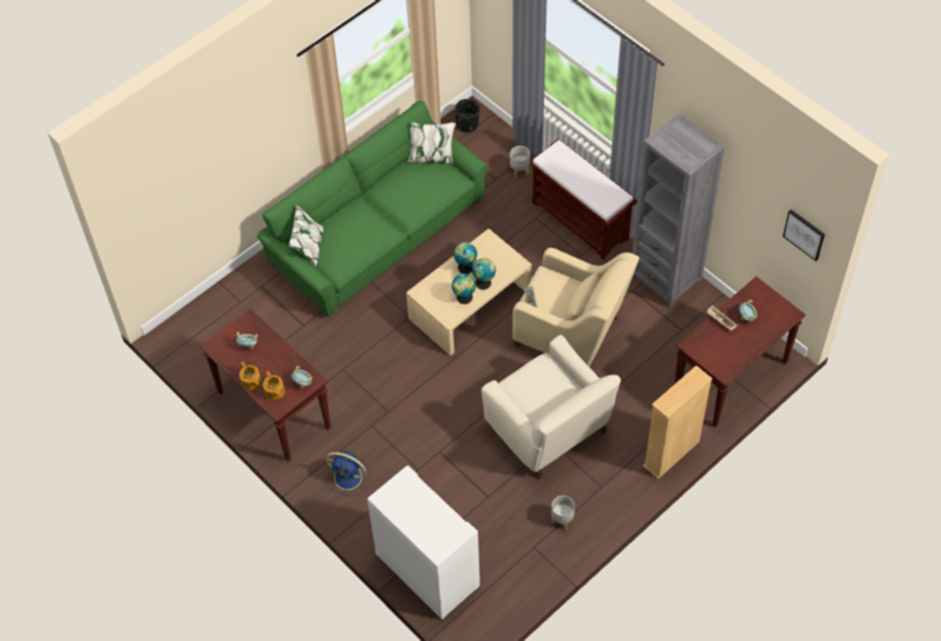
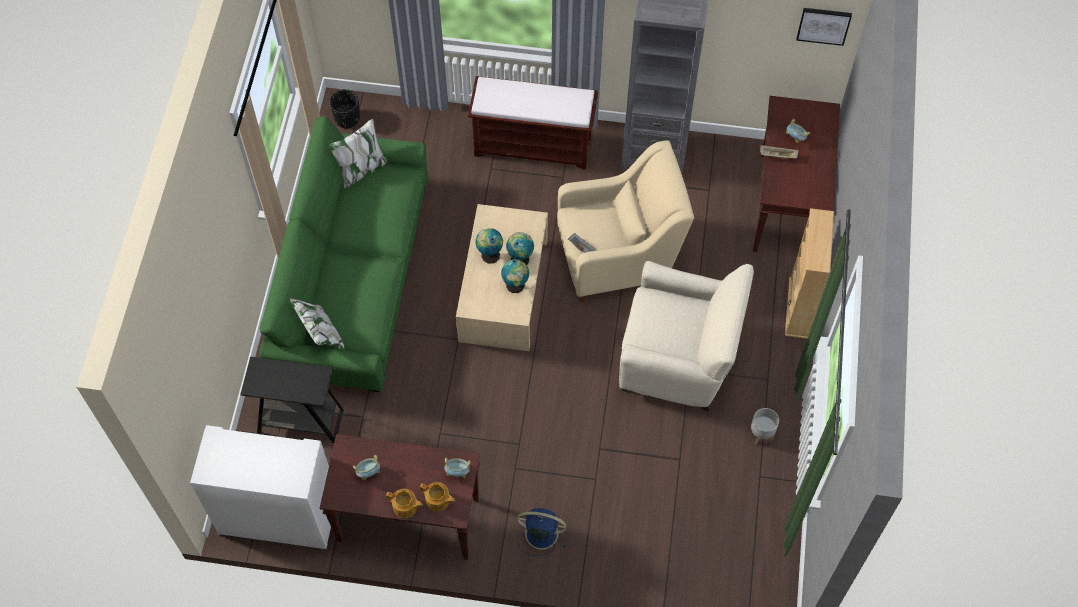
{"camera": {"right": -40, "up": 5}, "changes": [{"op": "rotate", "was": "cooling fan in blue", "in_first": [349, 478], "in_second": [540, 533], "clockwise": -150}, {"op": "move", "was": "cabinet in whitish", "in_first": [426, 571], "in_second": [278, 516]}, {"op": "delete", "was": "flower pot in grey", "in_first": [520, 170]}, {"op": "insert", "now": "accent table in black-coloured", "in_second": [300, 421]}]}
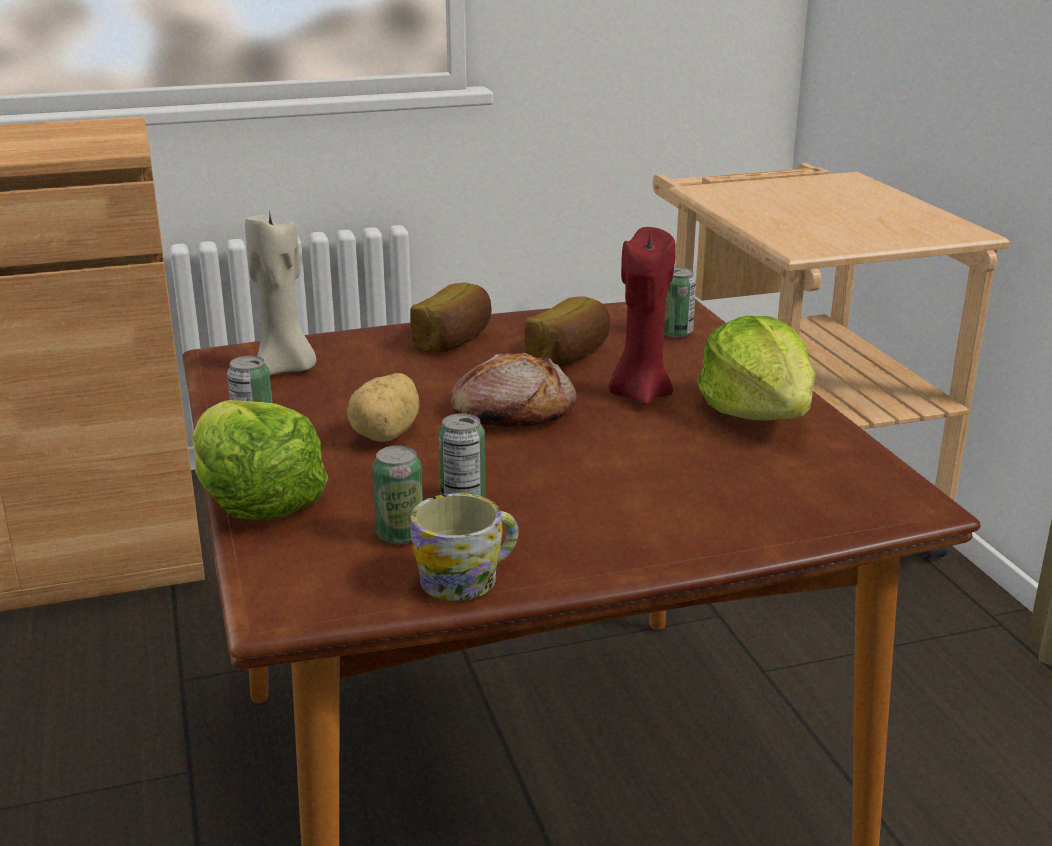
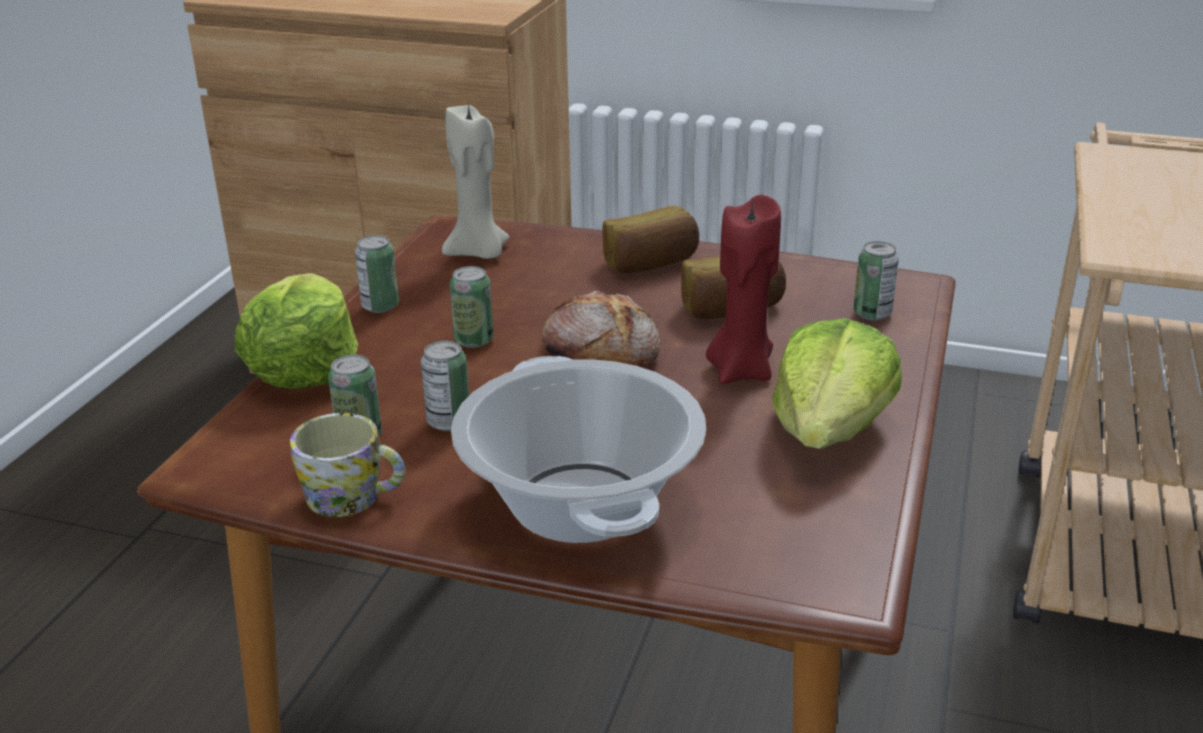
{"camera": {"right": 35, "up": 5}, "changes": [{"op": "replace", "was": "potato", "now": "sealed can", "in_first": [388, 434], "in_second": [474, 340]}, {"op": "insert", "now": "stockpot", "in_second": [579, 504]}]}
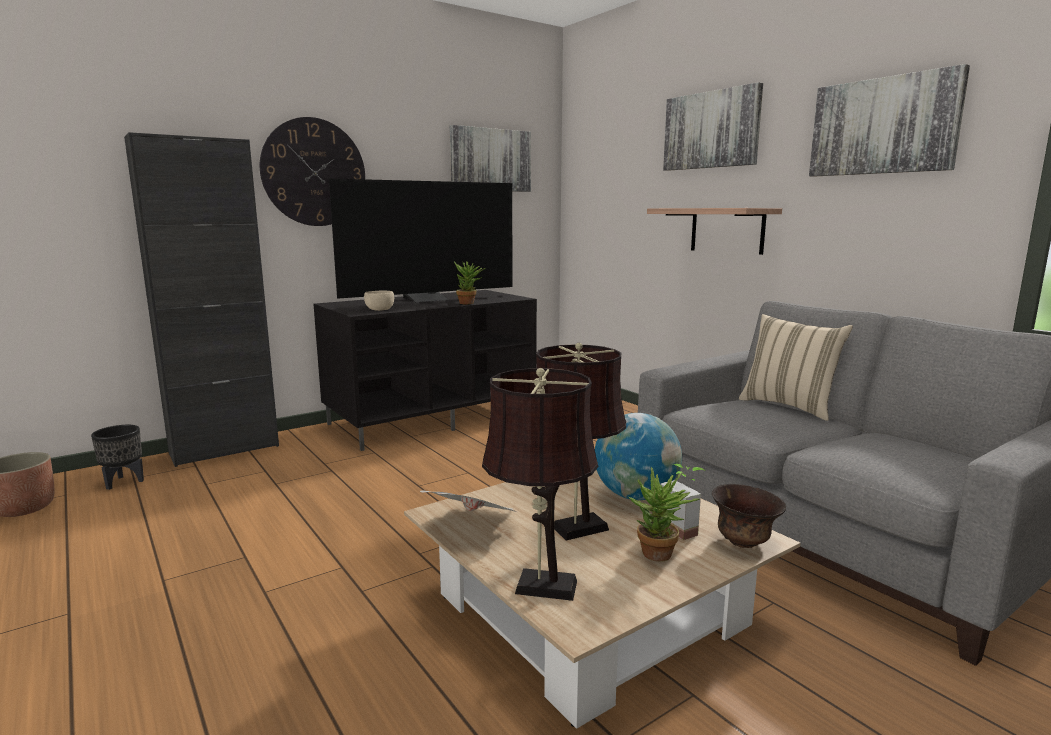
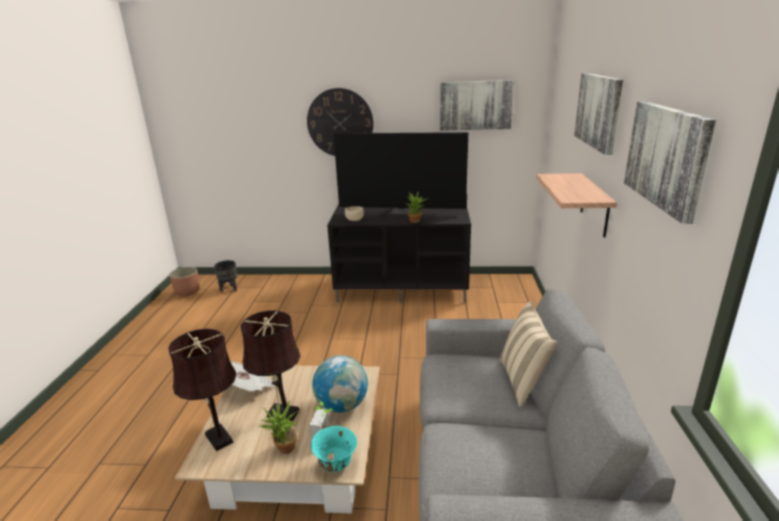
{"camera": {"right": 40, "up": 10}, "changes": [{"op": "delete", "was": "cabinet in black-coloured", "in_first": [224, 449]}, {"op": "recolor", "was": "serving bowl in brownish", "now": "serving bowl in blue-green", "in_first": [744, 542], "in_second": [336, 465]}]}
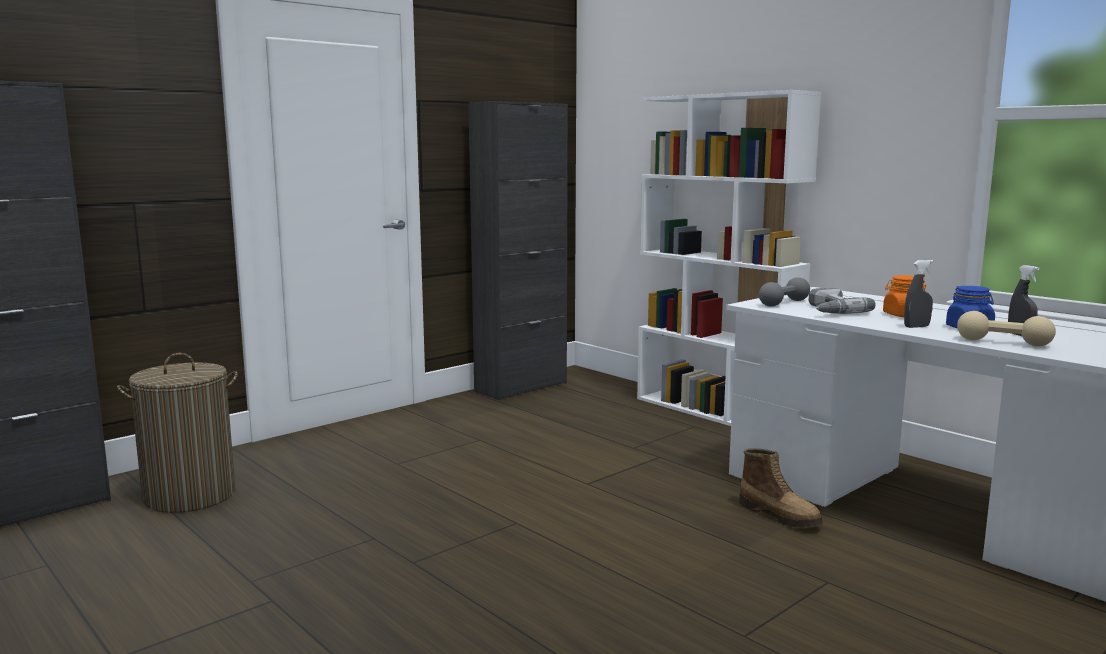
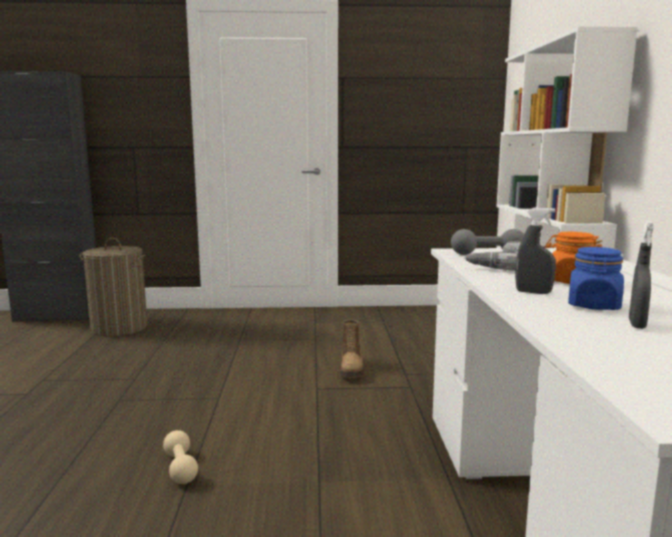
{"camera": {"right": 40, "up": 0}, "changes": [{"op": "delete", "was": "cabinet in black-coloured", "in_first": [521, 387]}, {"op": "move", "was": "tall boot", "in_first": [780, 516], "in_second": [352, 369]}, {"op": "move", "was": "free weight in sand-coloured", "in_first": [1003, 342], "in_second": [180, 468]}]}
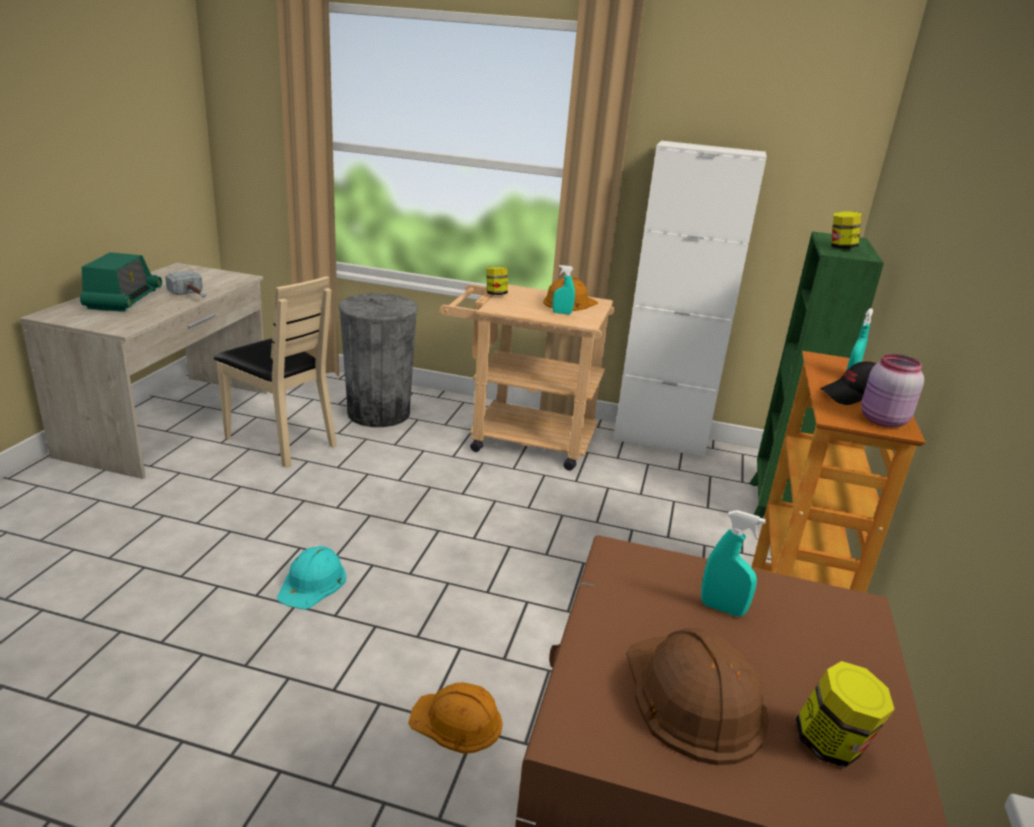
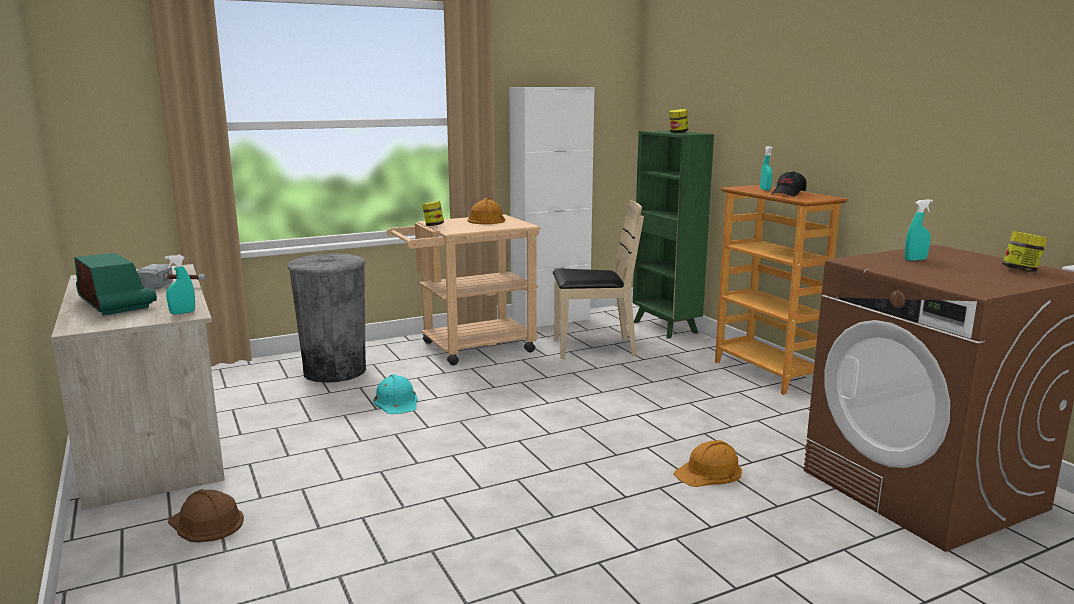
{"camera": {"right": -40, "up": -10}, "changes": [{"op": "move", "was": "upright chair in sand-coloured", "in_first": [281, 440], "in_second": [593, 348]}, {"op": "move", "was": "work helmet in blue-green", "in_first": [312, 583], "in_second": [397, 402]}, {"op": "move", "was": "sprayer in blue-green", "in_first": [562, 313], "in_second": [182, 313]}, {"op": "move", "was": "work helmet in brownish", "in_first": [692, 697], "in_second": [206, 523]}, {"op": "delete", "was": "storage jar in pink-coloured", "in_first": [882, 421]}]}
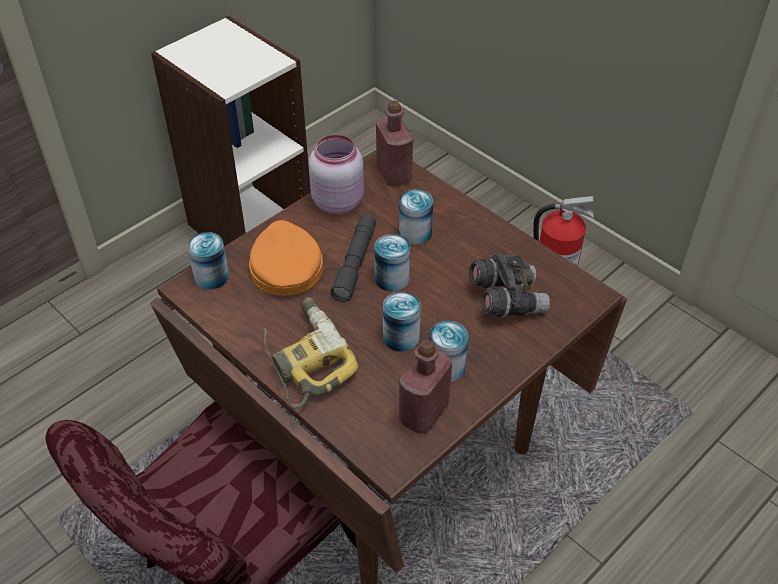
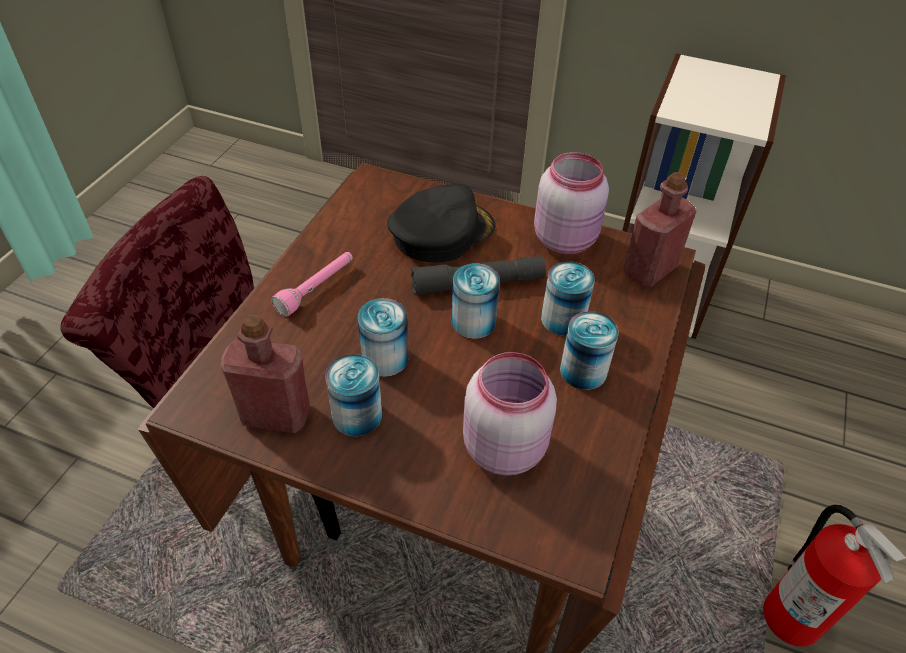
{"camera": {"right": 65, "up": 0}, "changes": [{"op": "move", "was": "sealed can", "in_first": [211, 277], "in_second": [583, 371]}, {"op": "recolor", "was": "baseball cap in orangey", "now": "baseball cap in black-coloured", "in_first": [285, 265], "in_second": [441, 231]}, {"op": "replace", "was": "electric drill", "now": "flashlight in pink-coloured", "in_first": [305, 358], "in_second": [317, 289]}, {"op": "replace", "was": "binoculars in grey", "now": "storage jar in pink-coloured", "in_first": [506, 300], "in_second": [504, 446]}]}
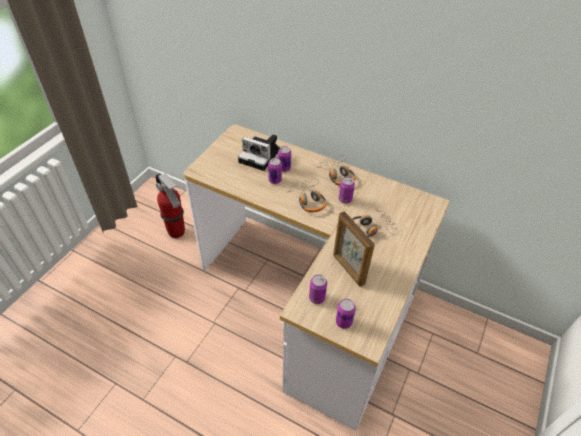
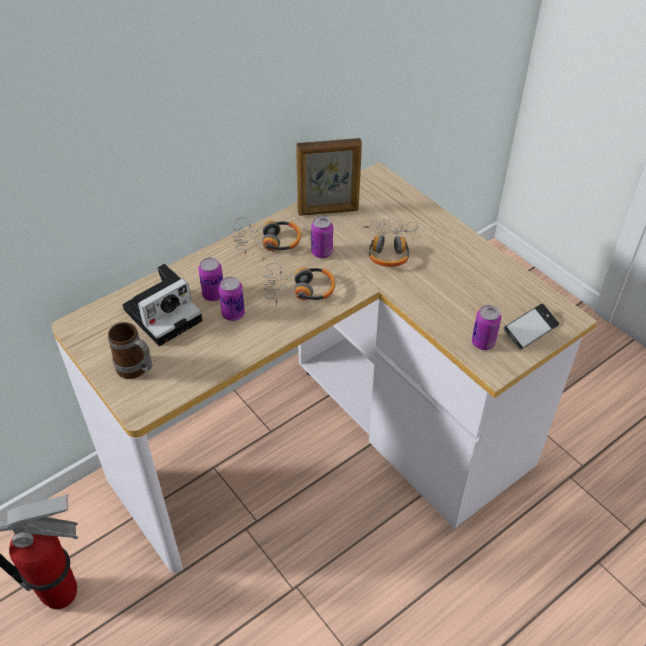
{"camera": {"right": -65, "up": 0}, "changes": [{"op": "move", "was": "standing frame", "in_first": [348, 269], "in_second": [328, 211]}, {"op": "replace", "was": "sealed can", "now": "telephone", "in_first": [343, 322], "in_second": [530, 330]}, {"op": "insert", "now": "mug", "in_second": [137, 371]}]}
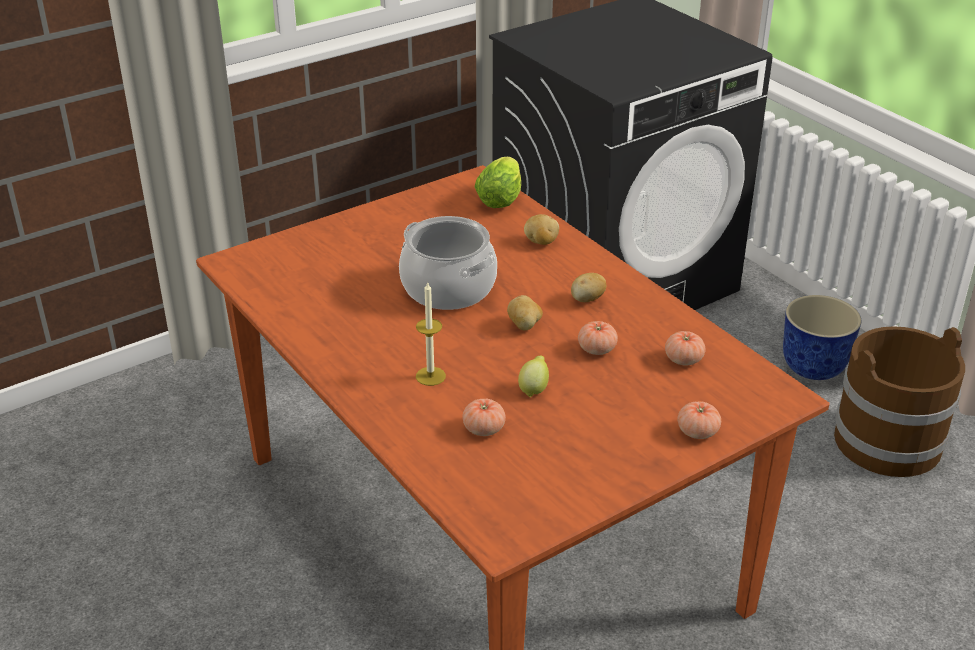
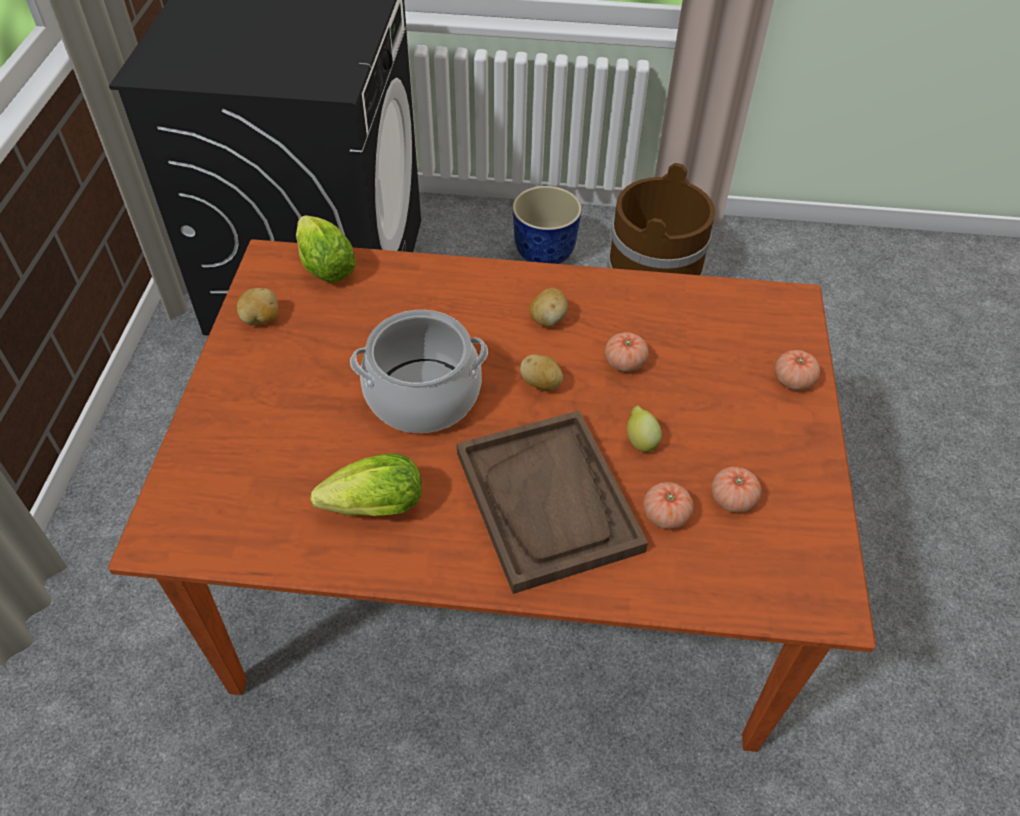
{"camera": {"right": -50, "up": 15}, "changes": [{"op": "replace", "was": "wax candle", "now": "tray in brownish", "in_first": [430, 376], "in_second": [548, 501]}, {"op": "move", "was": "potato", "in_first": [541, 242], "in_second": [261, 319]}, {"op": "move", "was": "whole tomato", "in_first": [683, 359], "in_second": [732, 499]}, {"op": "insert", "now": "lettuce", "in_second": [369, 508]}]}
